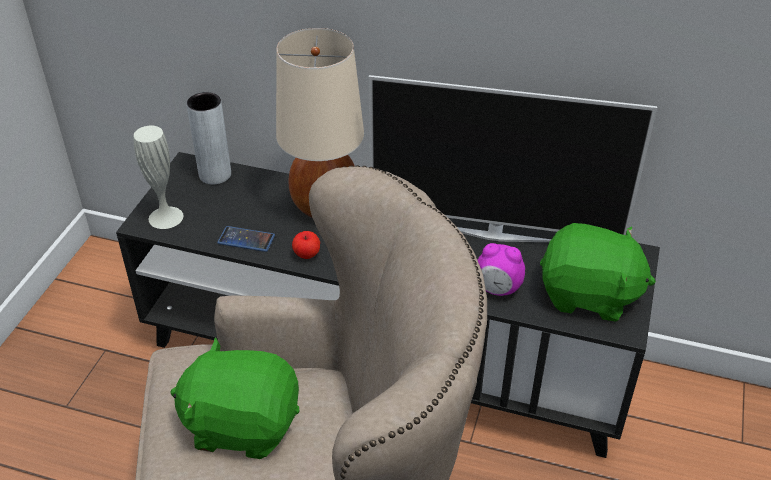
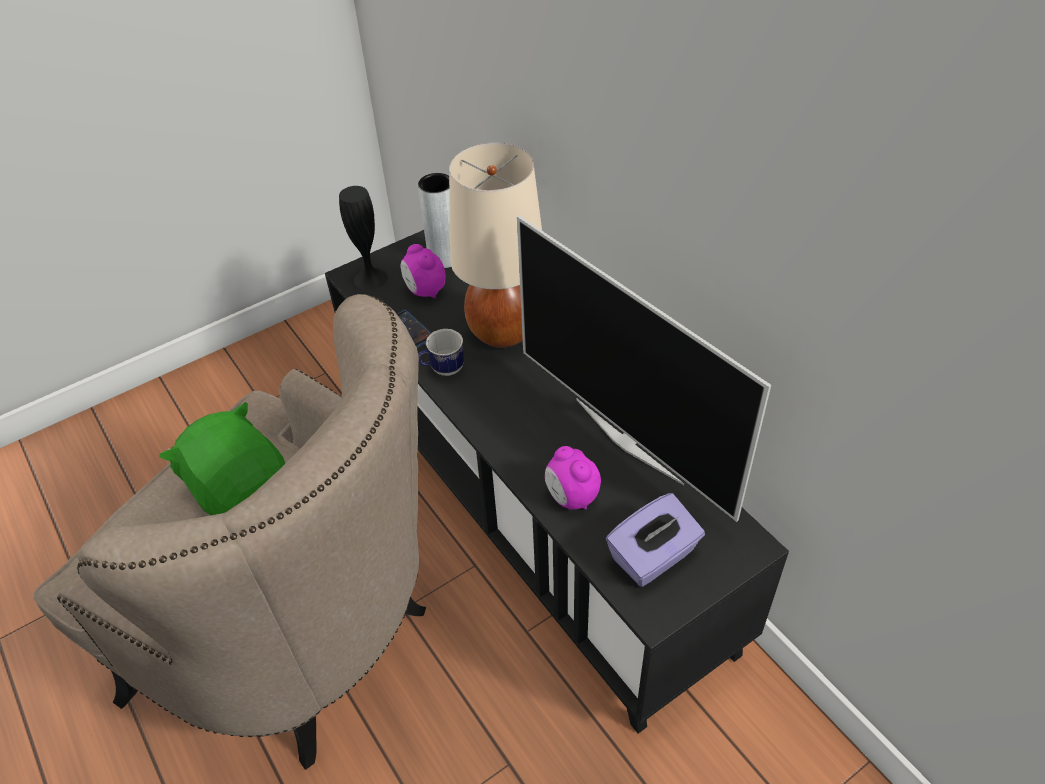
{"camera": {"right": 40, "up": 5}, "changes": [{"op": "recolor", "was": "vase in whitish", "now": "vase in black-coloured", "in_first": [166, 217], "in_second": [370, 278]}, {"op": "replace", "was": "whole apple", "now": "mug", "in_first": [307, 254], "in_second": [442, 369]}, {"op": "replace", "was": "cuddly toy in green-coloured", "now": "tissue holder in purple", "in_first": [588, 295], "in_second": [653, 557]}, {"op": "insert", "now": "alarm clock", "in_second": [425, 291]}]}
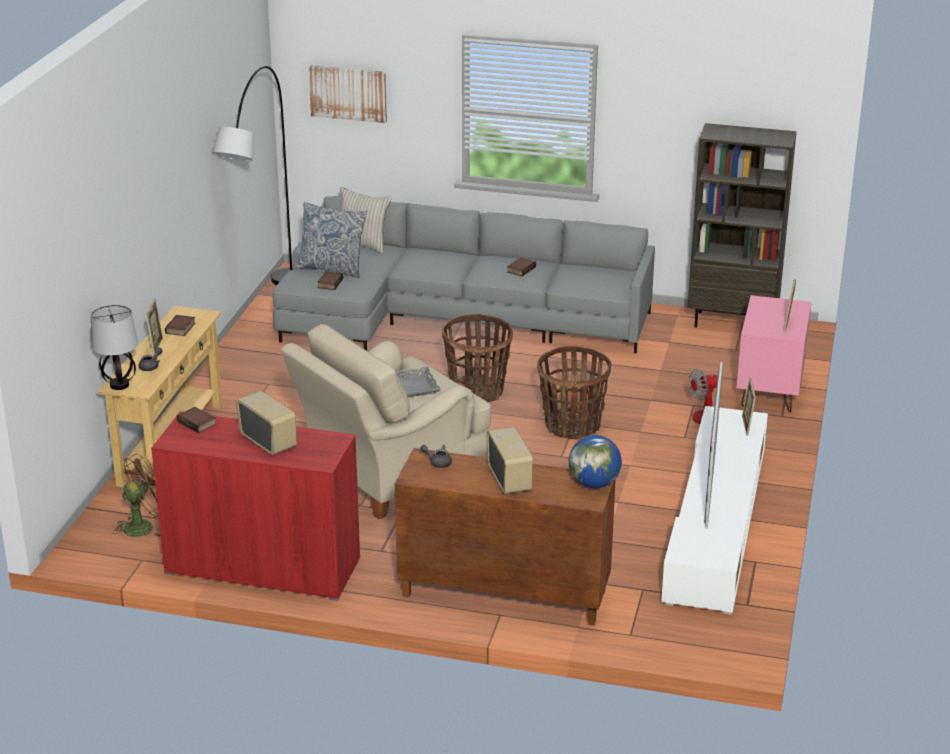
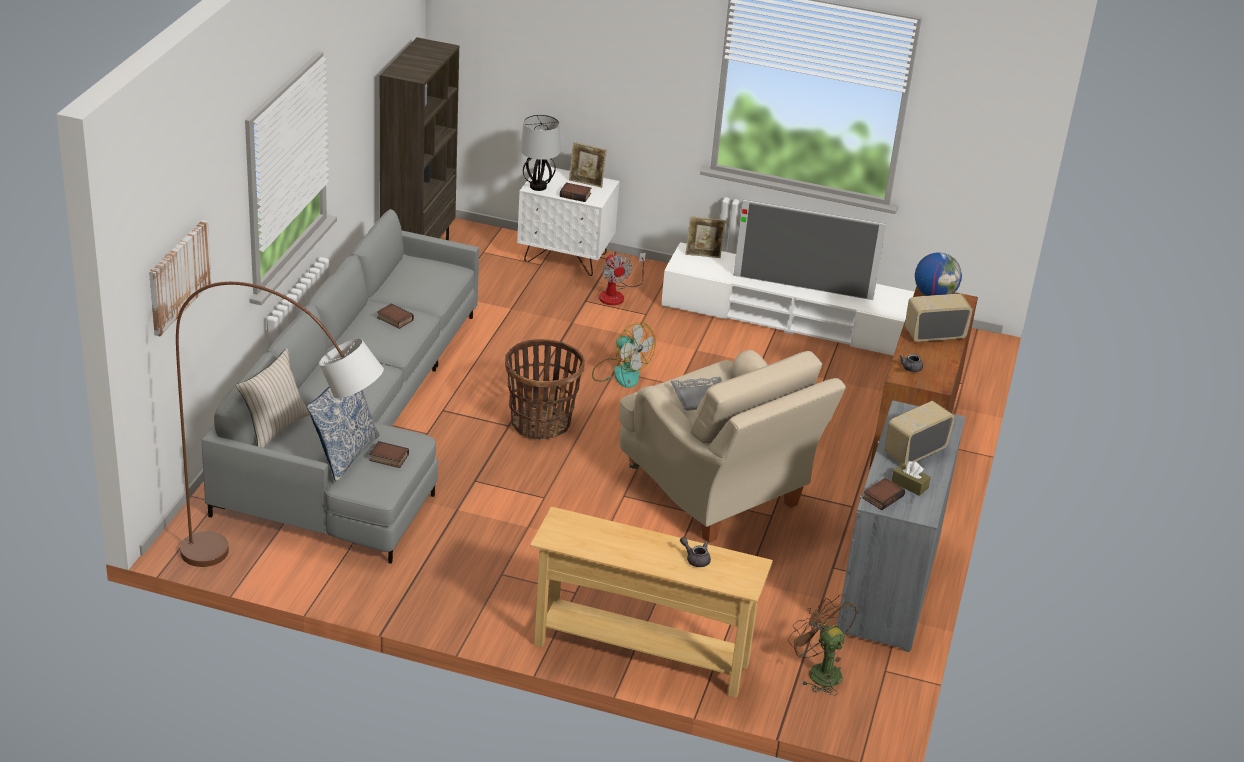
{"camera": {"right": -90, "up": 5}, "changes": [{"op": "move", "was": "table lamp", "in_first": [119, 385], "in_second": [538, 187]}, {"op": "delete", "was": "standing frame", "in_first": [156, 346]}, {"op": "recolor", "was": "cabinet in red-coloured", "now": "cabinet in grey", "in_first": [263, 567], "in_second": [888, 584]}, {"op": "move", "was": "volume", "in_first": [181, 328], "in_second": [576, 195]}, {"op": "recolor", "was": "floor lamp in grey", "now": "floor lamp in brownish", "in_first": [266, 307], "in_second": [286, 572]}, {"op": "replace", "was": "basket", "now": "cooling fan", "in_first": [572, 426], "in_second": [620, 373]}, {"op": "recolor", "was": "nightstand in pink-coloured", "now": "nightstand in whitish", "in_first": [769, 392], "in_second": [565, 258]}, {"op": "insert", "now": "tissue holder in brownish", "in_second": [909, 485]}]}
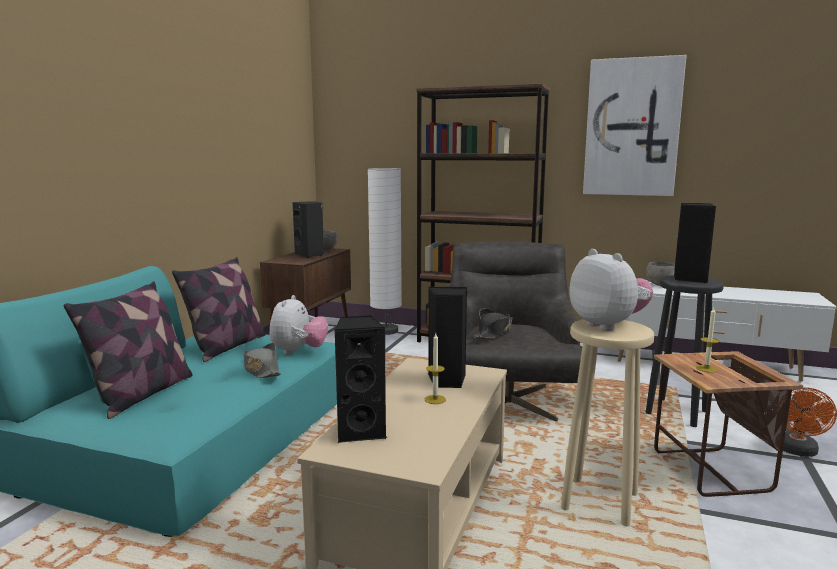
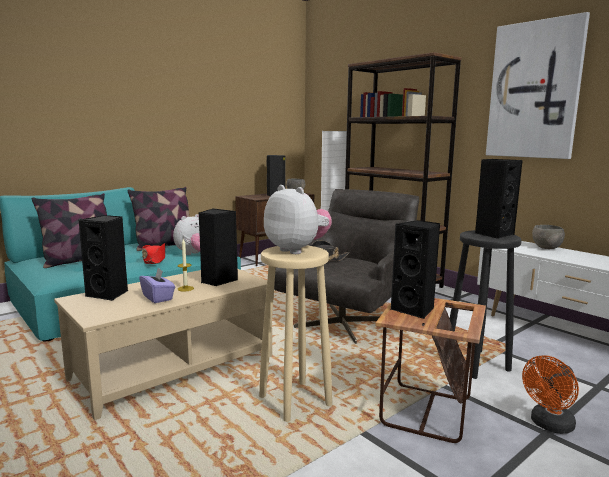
{"camera": {"right": 30, "up": 0}, "changes": [{"op": "recolor", "was": "clothing hat in grey", "now": "clothing hat in red-coloured", "in_first": [261, 370], "in_second": [154, 260]}, {"op": "rotate", "was": "cuddly toy", "in_first": [608, 325], "in_second": [297, 250], "clockwise": -45}, {"op": "replace", "was": "wax candle", "now": "audio speaker in black-coloured", "in_first": [706, 369], "in_second": [415, 310]}, {"op": "insert", "now": "tissue holder in purple", "in_second": [158, 297]}]}
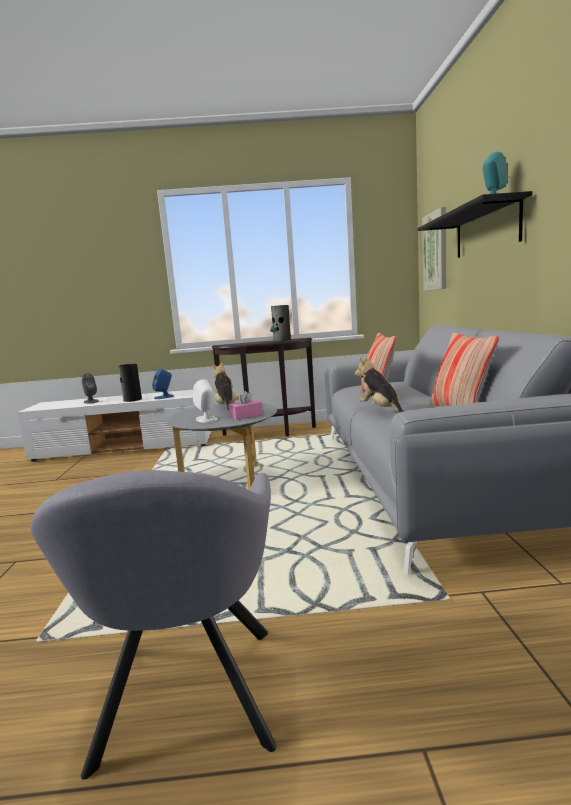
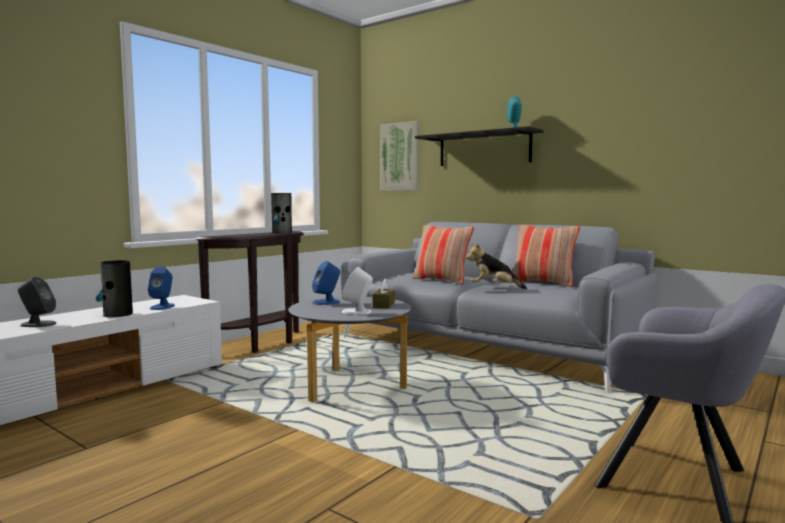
{"camera": {"right": -50, "up": -5}, "changes": [{"op": "replace", "was": "cuddly toy", "now": "audio speaker in blue", "in_first": [226, 407], "in_second": [327, 302]}, {"op": "recolor", "was": "tissue holder in pink-coloured", "now": "tissue holder in brownish", "in_first": [246, 415], "in_second": [383, 305]}]}
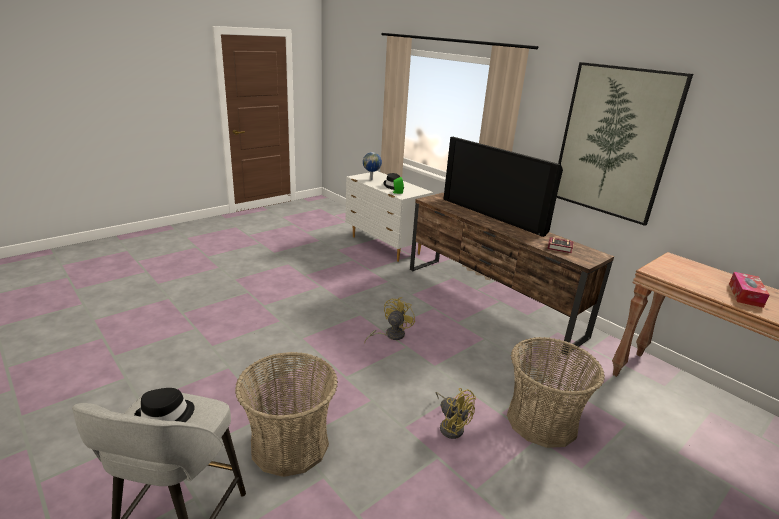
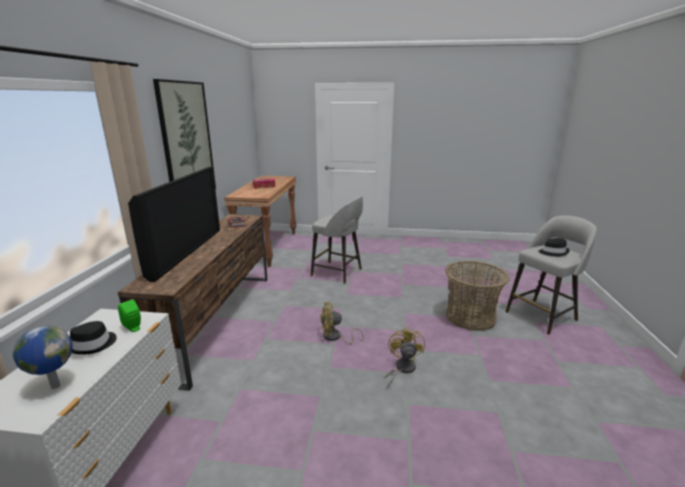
{"camera": {"right": -130, "up": -5}, "changes": [{"op": "move", "was": "cooling fan in yellow-coloured", "in_first": [451, 425], "in_second": [402, 369]}, {"op": "replace", "was": "basket", "now": "sitting stool in grey", "in_first": [541, 420], "in_second": [338, 272]}]}
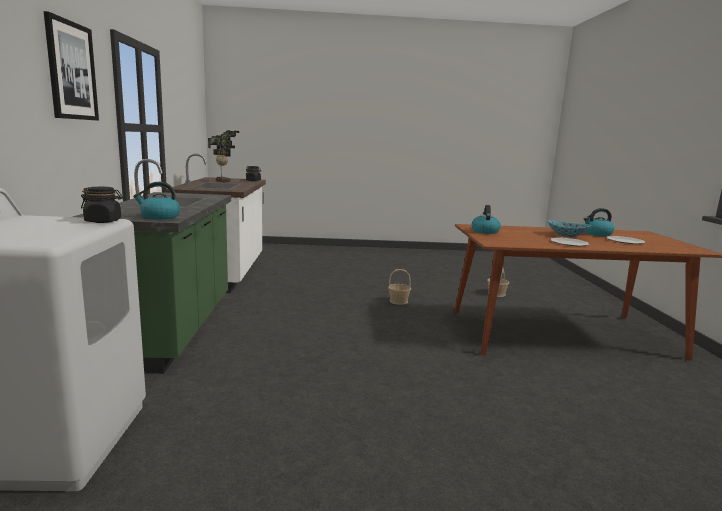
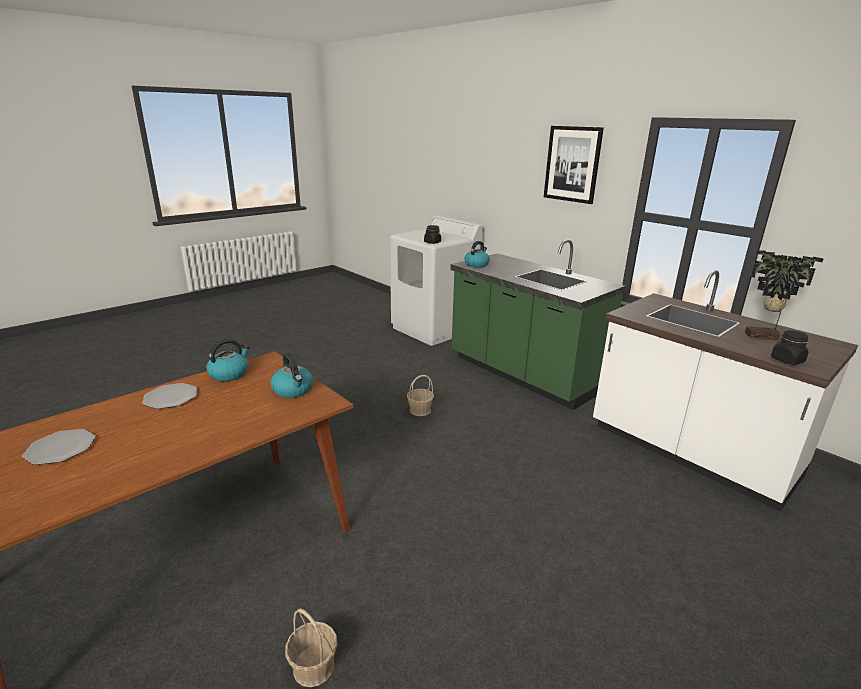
{"camera": {"right": 140, "up": 10}, "changes": [{"op": "move", "was": "basket", "in_first": [398, 301], "in_second": [420, 410]}, {"op": "delete", "was": "serving bowl", "in_first": [567, 235]}, {"op": "move", "was": "tea kettle", "in_first": [597, 234], "in_second": [229, 374]}]}
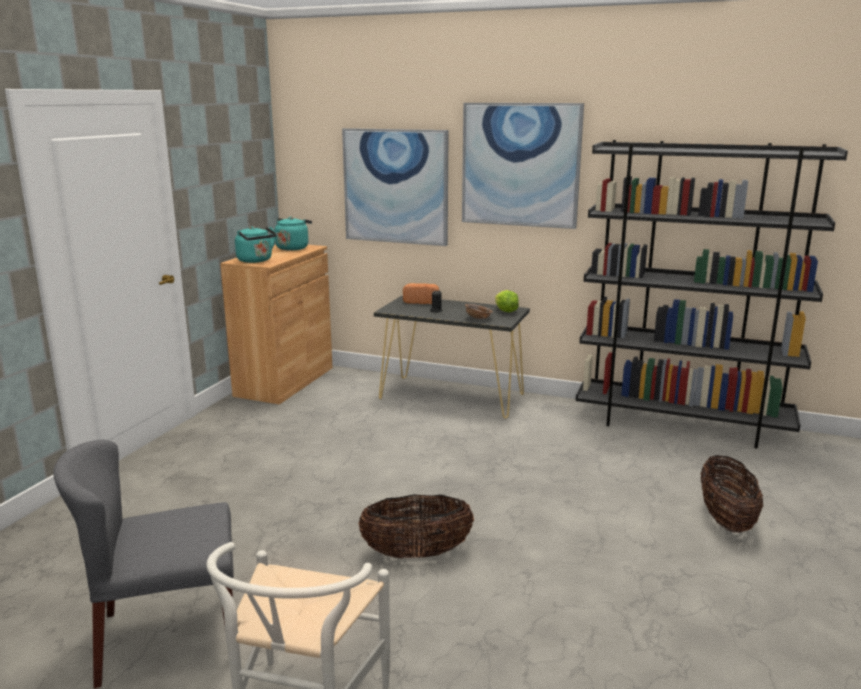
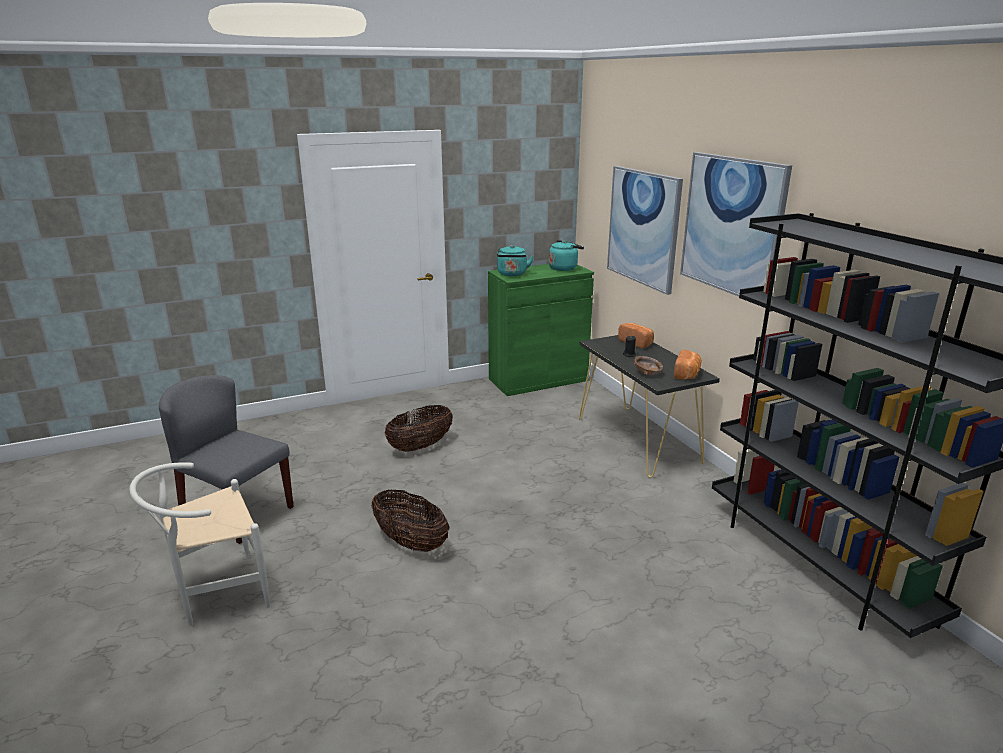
{"camera": {"right": 45, "up": 5}, "changes": [{"op": "recolor", "was": "cabinet in brownish", "now": "cabinet in green-coloured", "in_first": [285, 381], "in_second": [538, 380]}, {"op": "replace", "was": "lettuce", "now": "baked bread", "in_first": [505, 311], "in_second": [687, 374]}, {"op": "move", "was": "basket", "in_first": [726, 519], "in_second": [420, 446]}]}
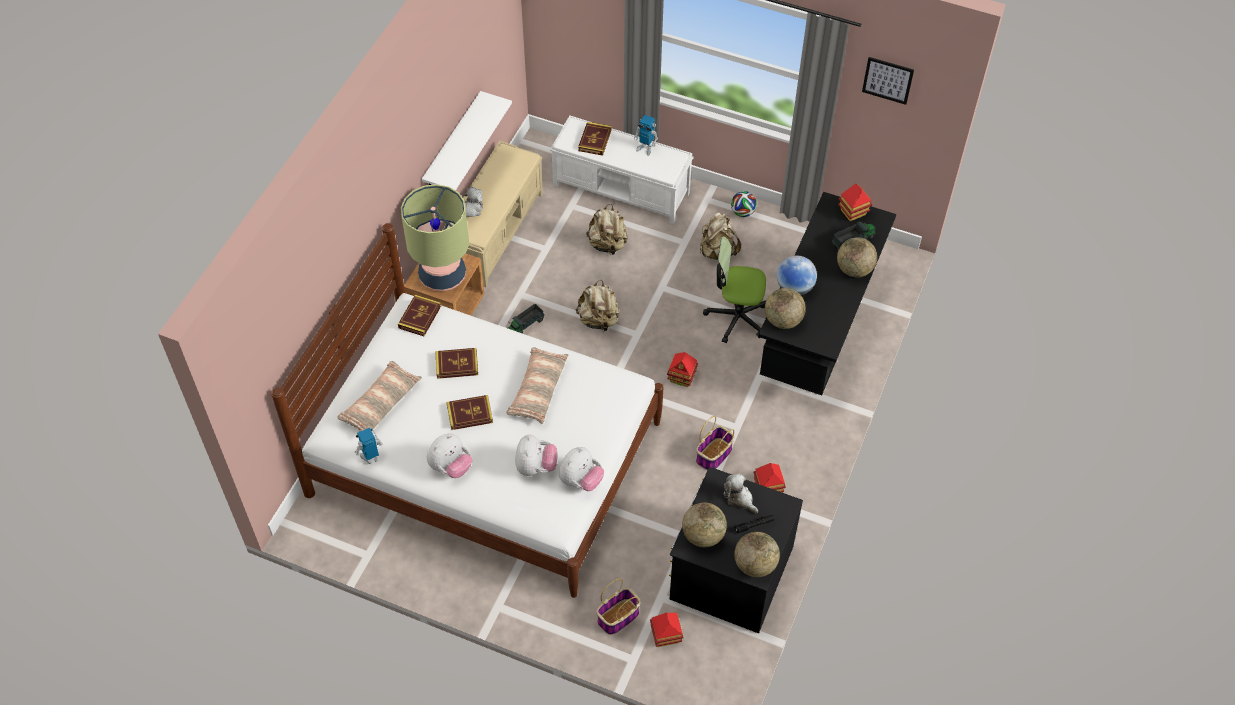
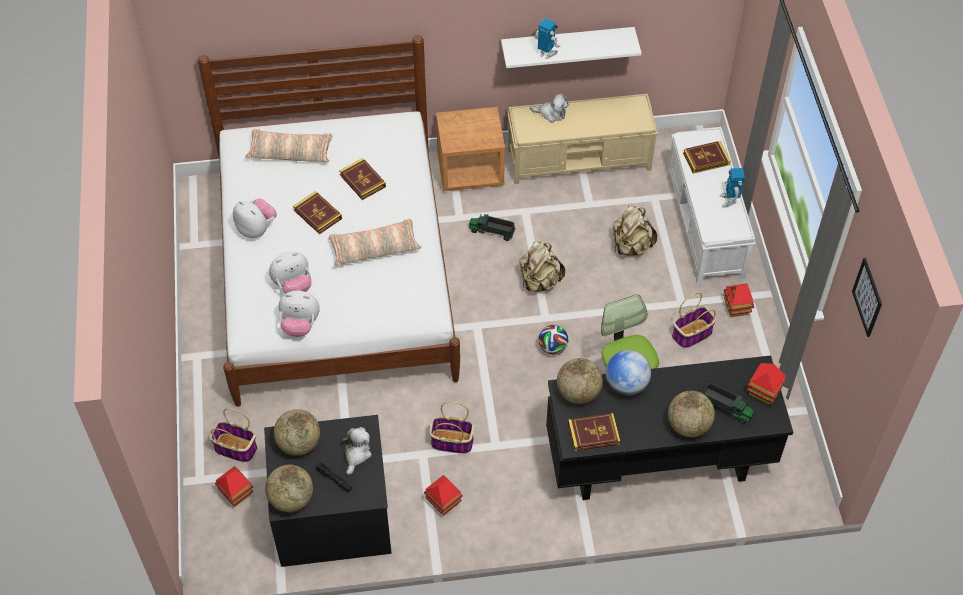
{"camera": {"right": 60, "up": 0}, "changes": [{"op": "move", "was": "robot figure", "in_first": [371, 457], "in_second": [546, 53]}, {"op": "move", "was": "volume", "in_first": [419, 317], "in_second": [593, 434]}, {"op": "delete", "was": "table lamp", "in_first": [442, 275]}, {"op": "rotate", "was": "cuddly toy", "in_first": [450, 467], "in_second": [256, 229], "clockwise": -150}, {"op": "move", "was": "miniature house", "in_first": [682, 378], "in_second": [736, 308]}, {"op": "replace", "was": "backpack in sand-coloured", "now": "basket", "in_first": [717, 251], "in_second": [691, 334]}, {"op": "move", "was": "football ball", "in_first": [742, 212], "in_second": [552, 348]}]}
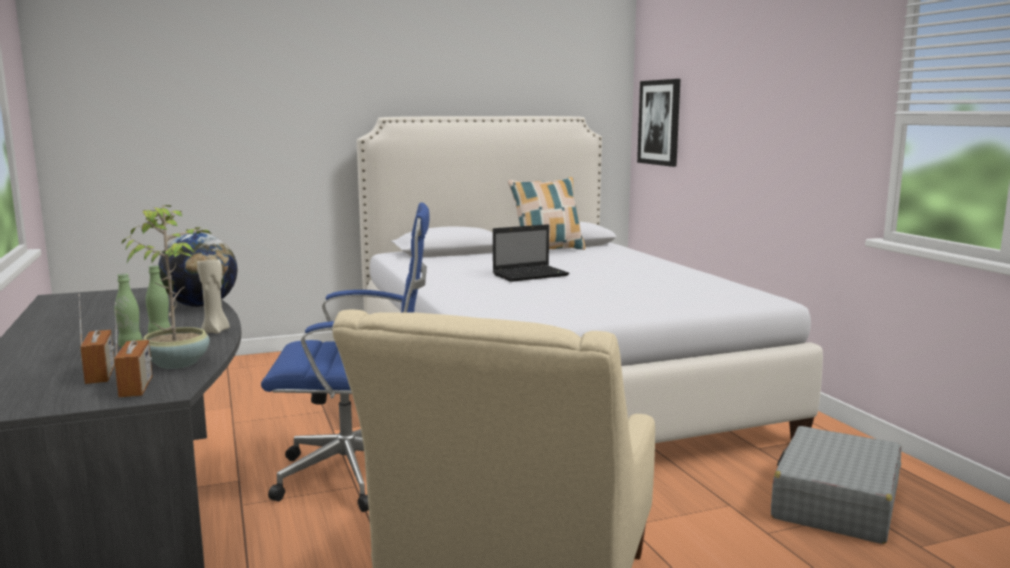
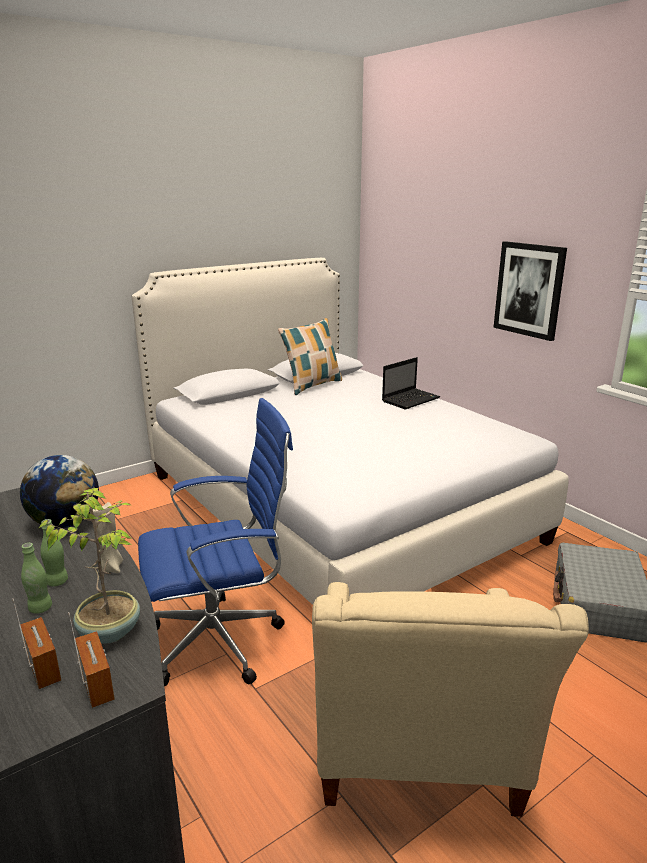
{"camera": {"right": -15, "up": 10}, "changes": [{"op": "move", "was": "notebook computer", "in_first": [531, 275], "in_second": [411, 399]}, {"op": "move", "was": "picture", "in_first": [659, 122], "in_second": [529, 290]}]}
